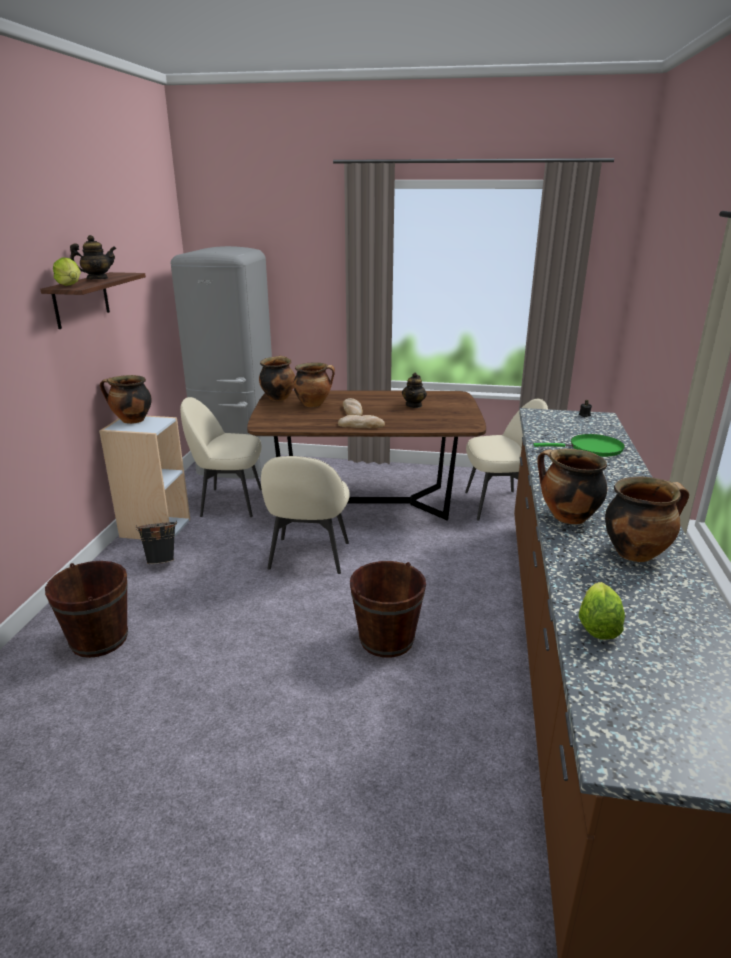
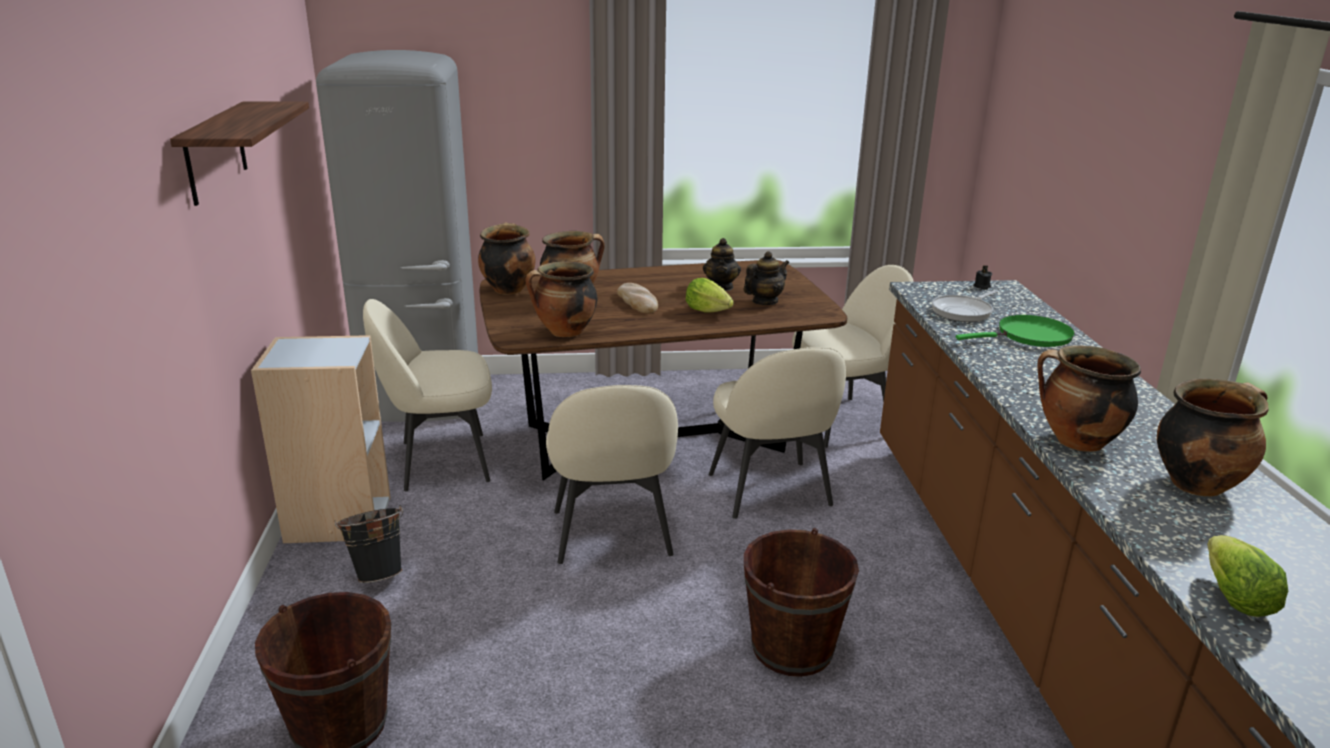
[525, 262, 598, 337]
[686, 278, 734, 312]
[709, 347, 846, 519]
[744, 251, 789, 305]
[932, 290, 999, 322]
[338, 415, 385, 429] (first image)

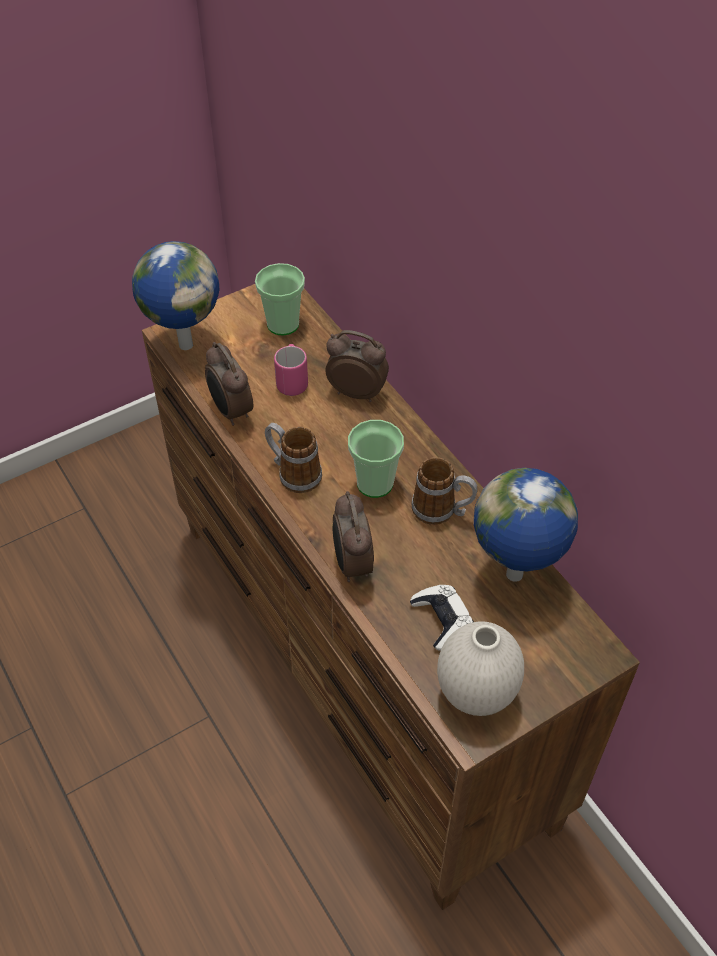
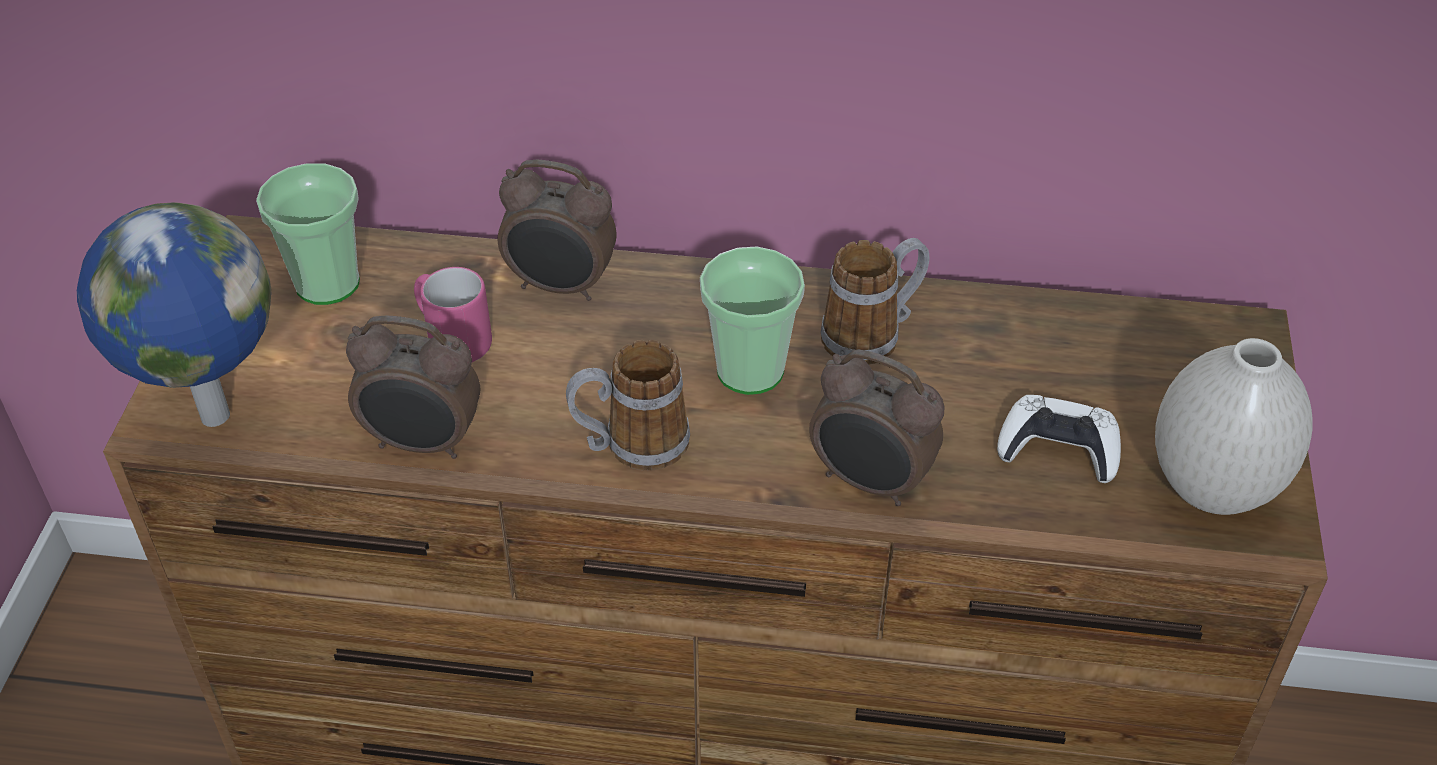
[497, 160, 616, 301]
[474, 468, 578, 582] (first image)

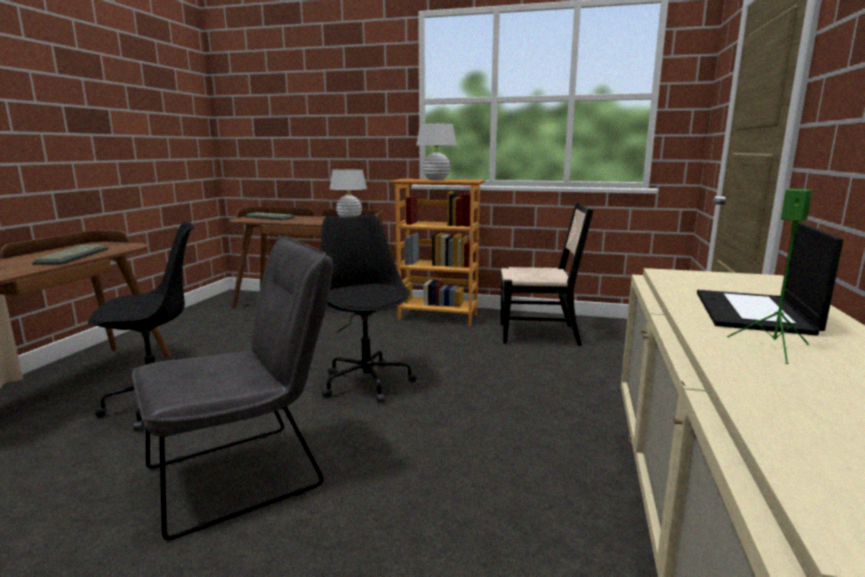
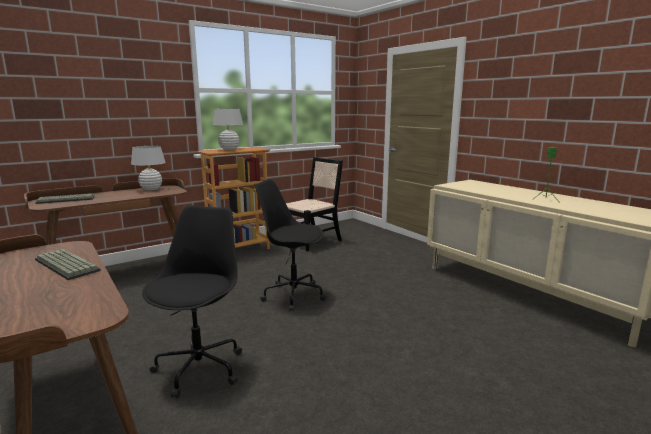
[132, 236, 333, 540] (first image)
[697, 222, 843, 336] (first image)

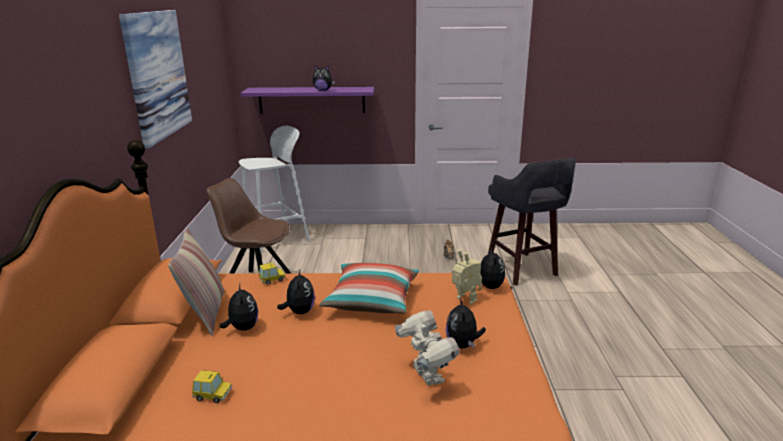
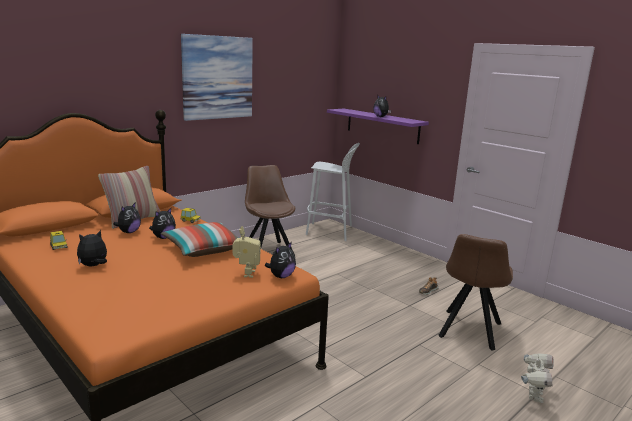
[77, 230, 107, 266]
[438, 234, 513, 351]
[521, 353, 554, 403]

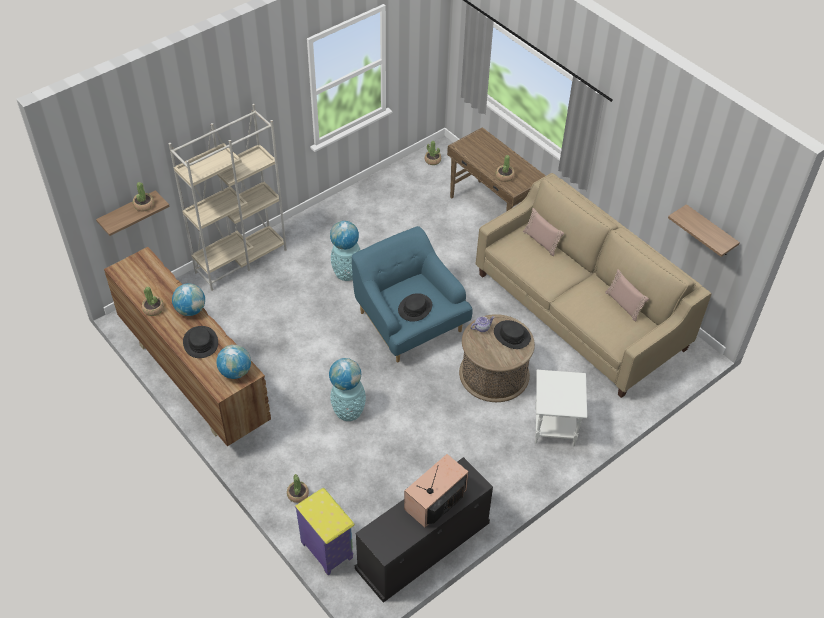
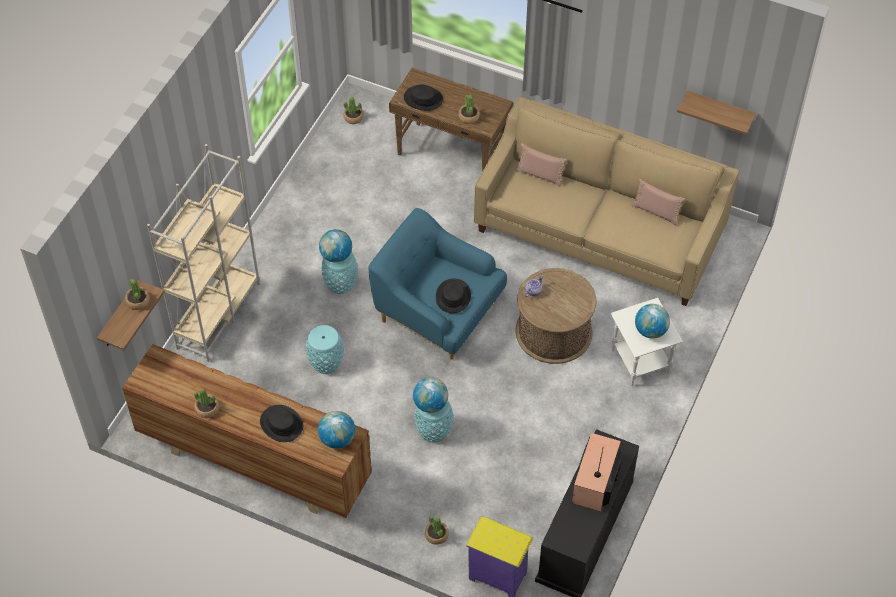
[306, 325, 344, 374]
[404, 84, 443, 111]
[635, 304, 670, 339]

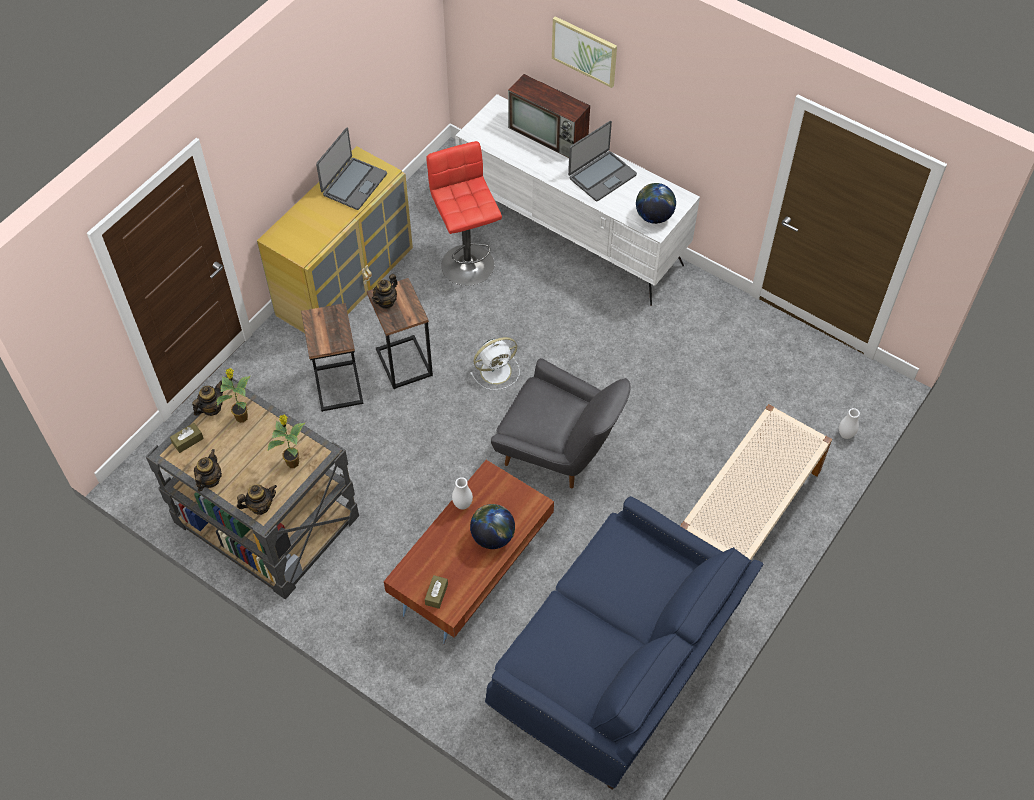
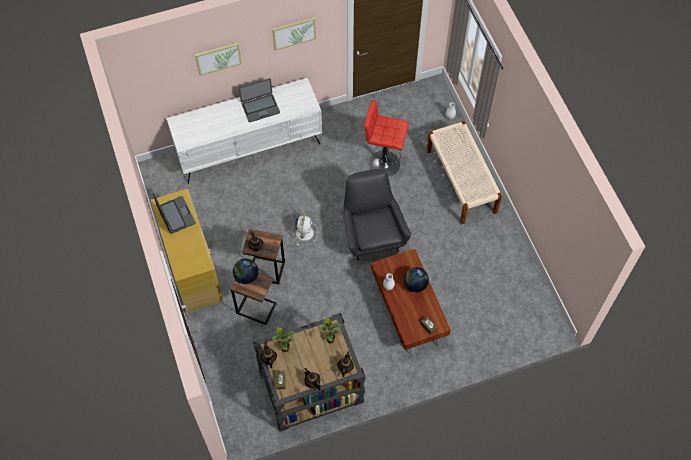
[233, 259, 258, 284]
[239, 78, 280, 123]
[272, 17, 316, 51]
[343, 169, 411, 261]
[364, 100, 409, 177]
[485, 496, 763, 790] (first image)
[508, 74, 590, 158] (first image)

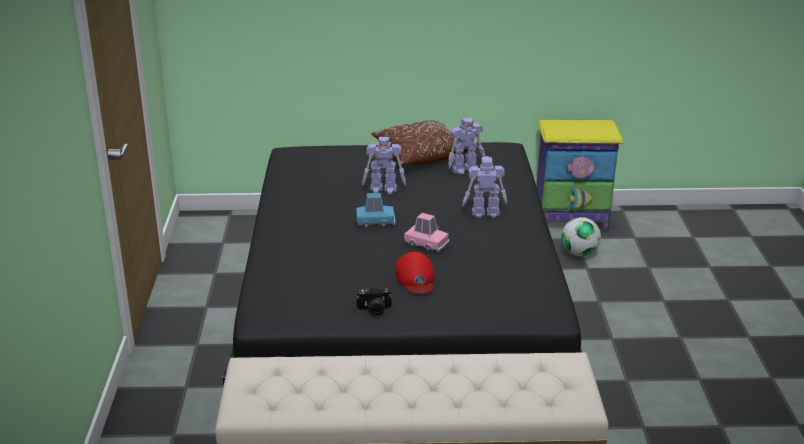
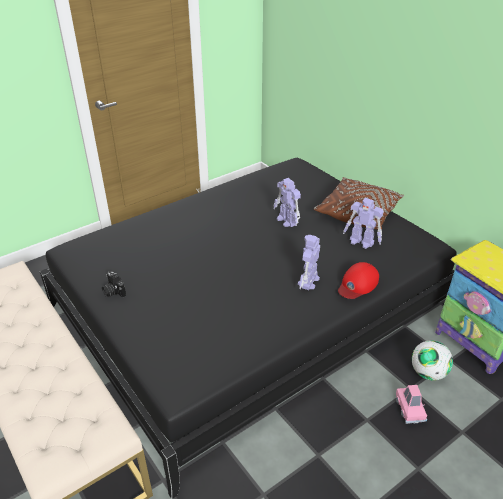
[298, 235, 320, 290]
[338, 262, 379, 299]
[396, 385, 427, 424]
[356, 193, 396, 228] (first image)

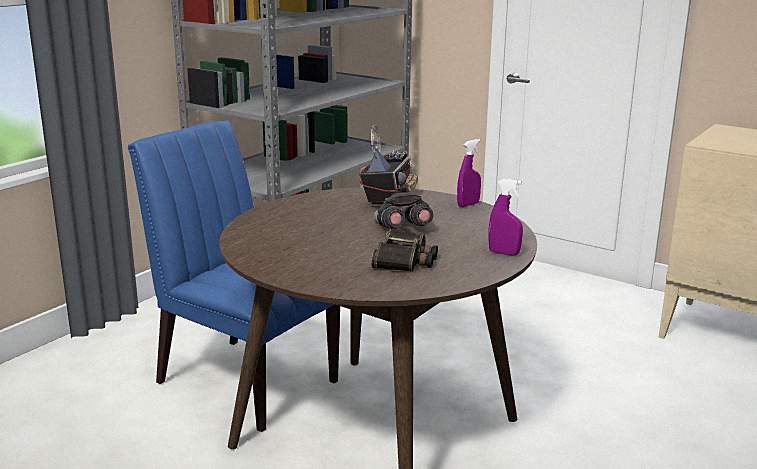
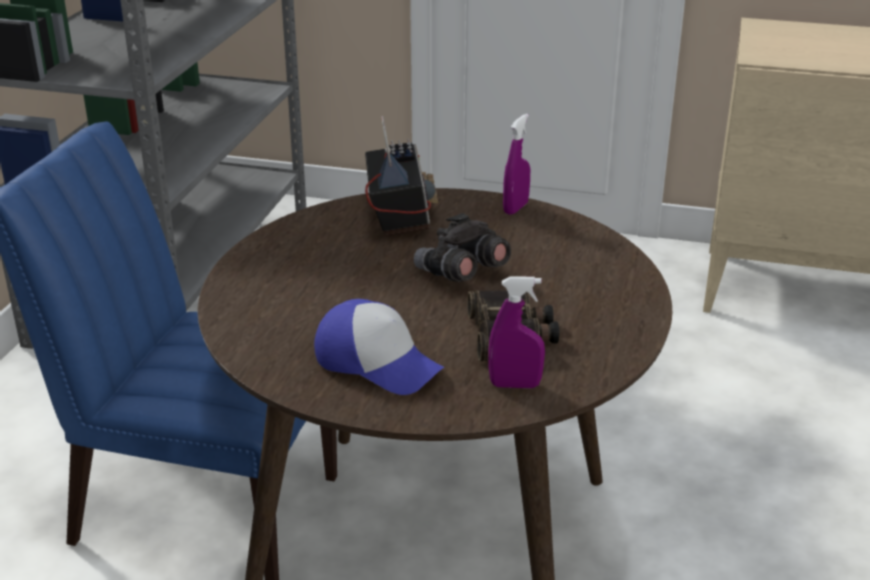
[314, 299, 445, 395]
[488, 276, 545, 388]

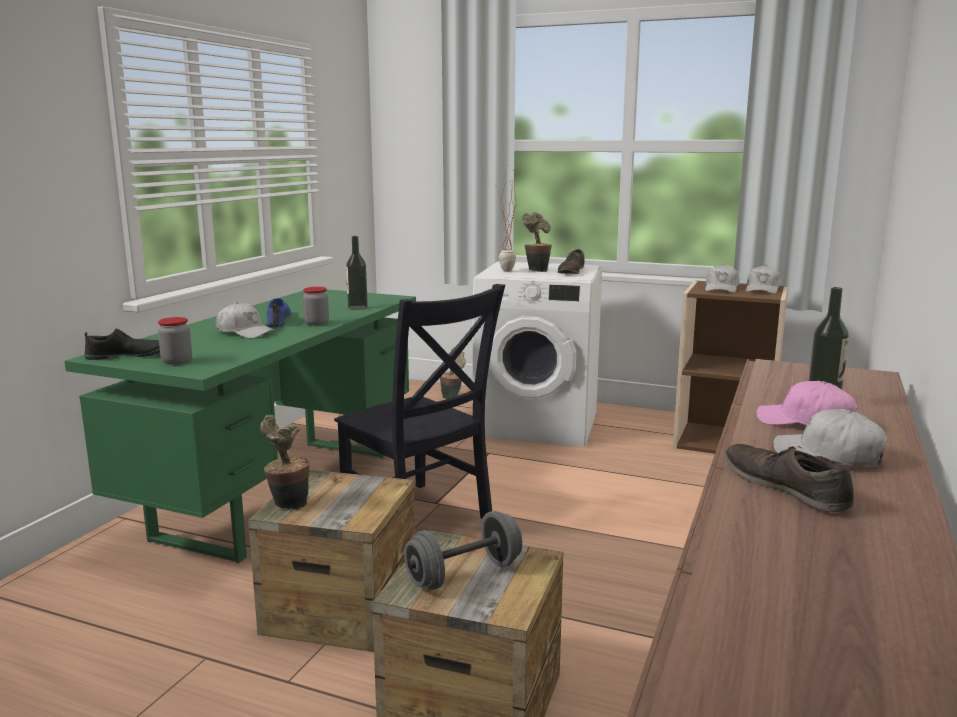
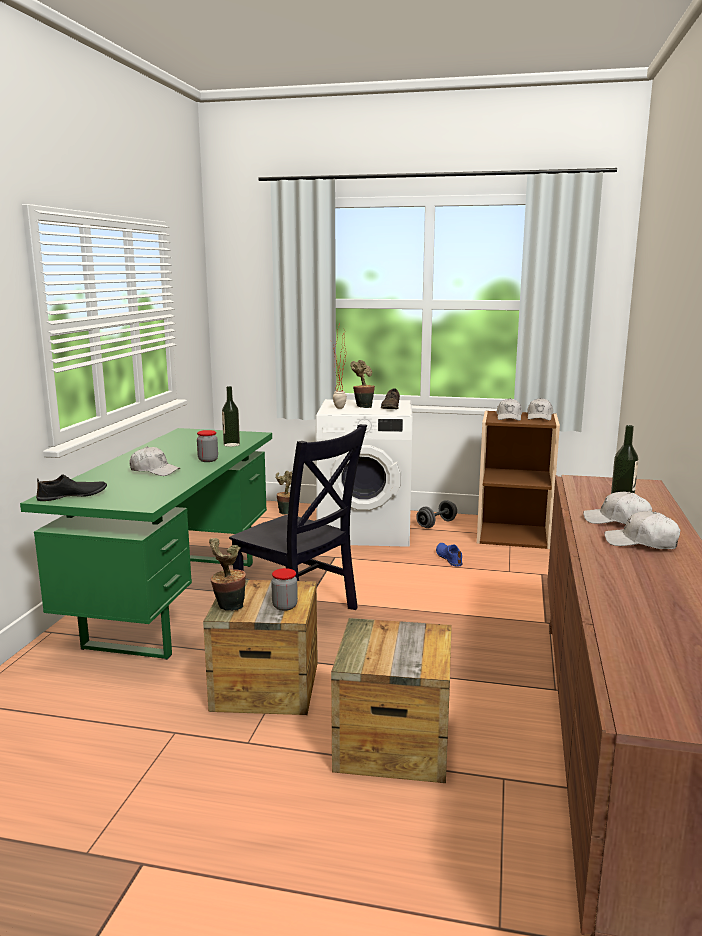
[271, 568, 298, 611]
[416, 500, 457, 528]
[436, 543, 463, 567]
[583, 491, 652, 524]
[725, 444, 854, 512] (first image)

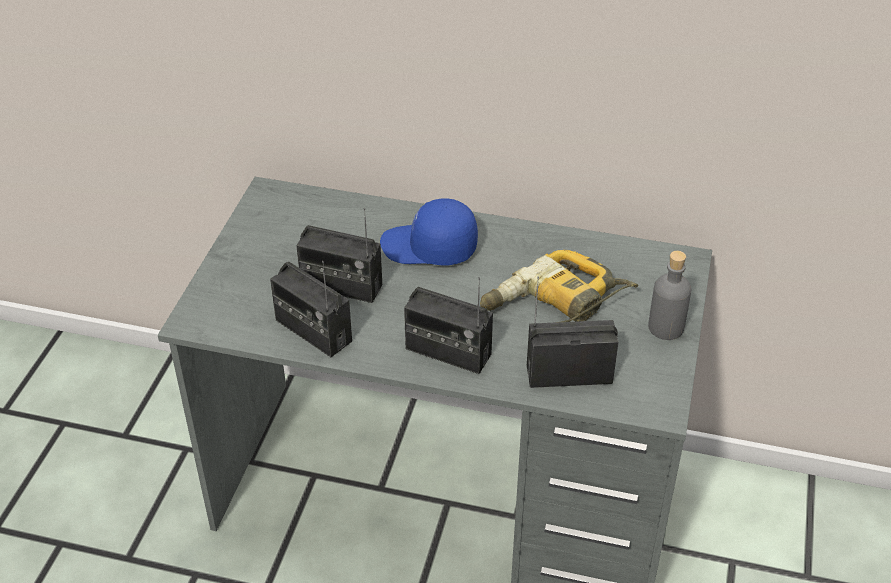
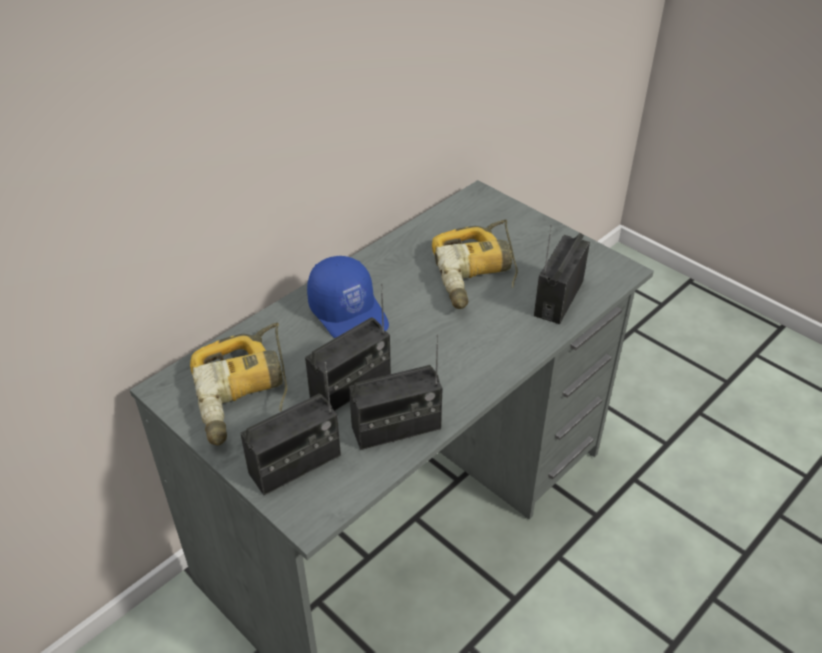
[190, 323, 287, 446]
[240, 362, 341, 495]
[307, 256, 389, 338]
[648, 251, 691, 340] (first image)

